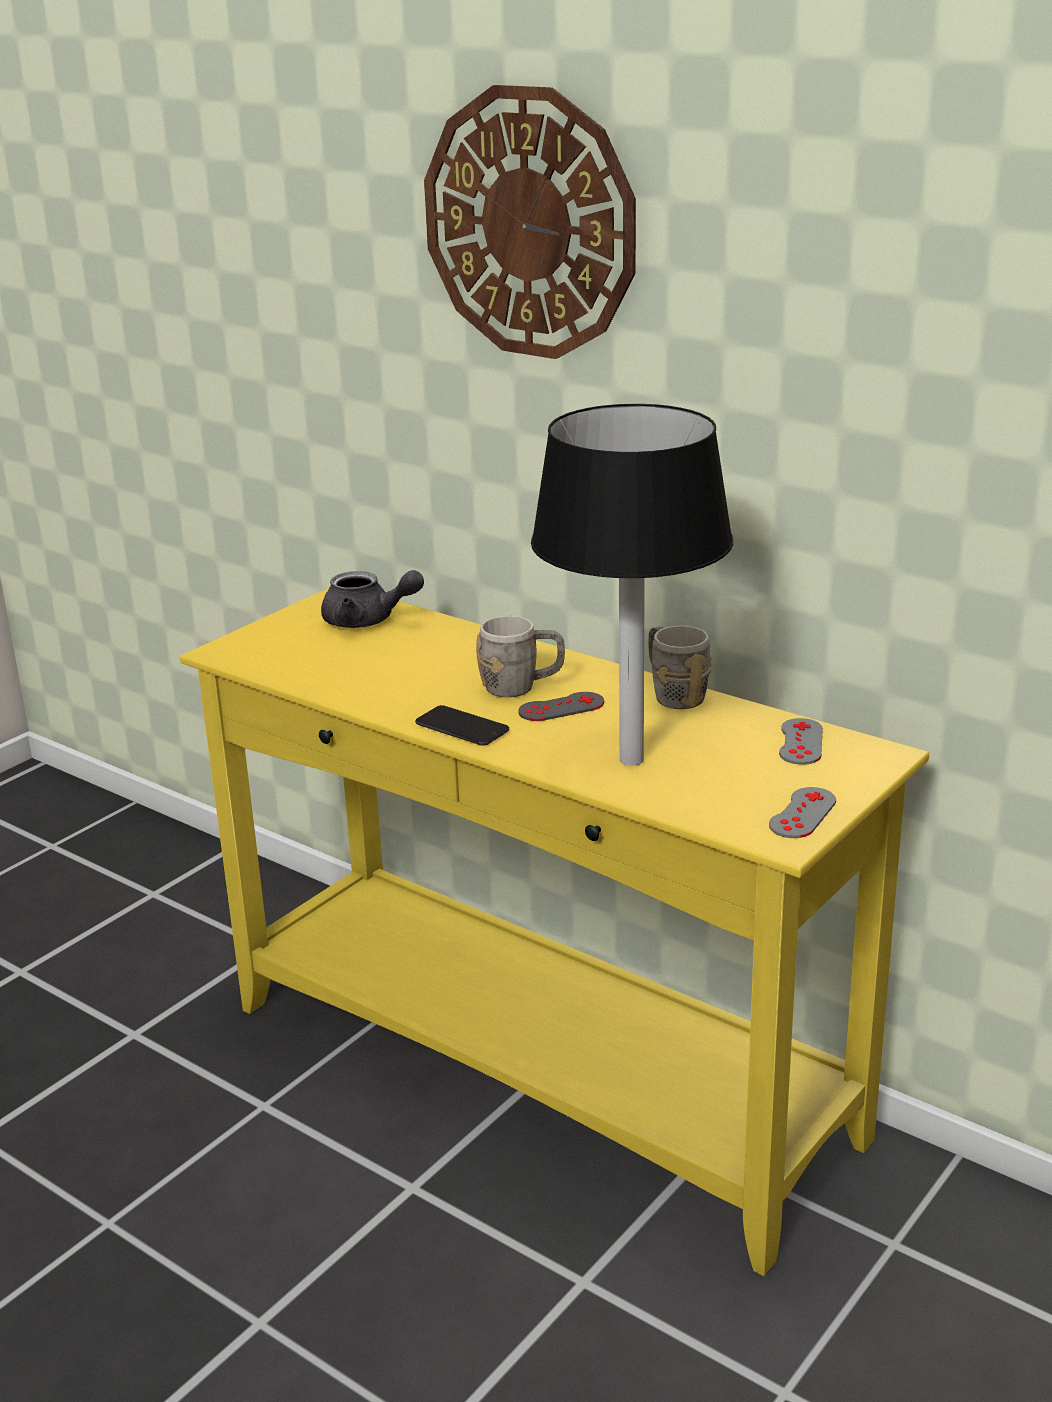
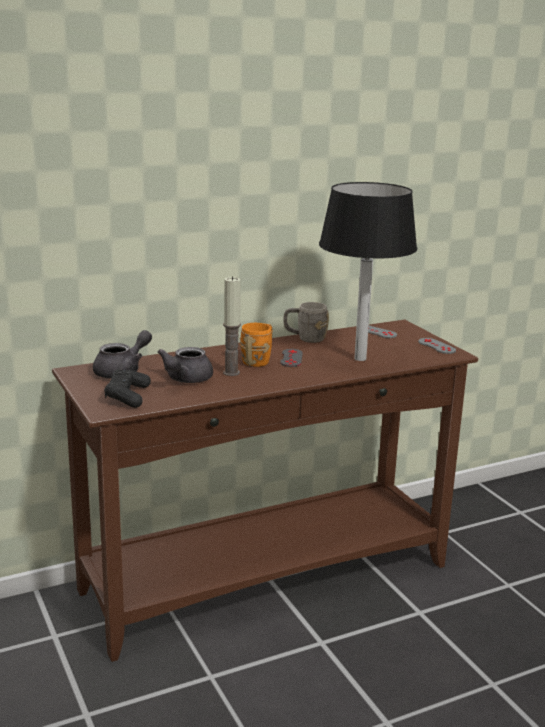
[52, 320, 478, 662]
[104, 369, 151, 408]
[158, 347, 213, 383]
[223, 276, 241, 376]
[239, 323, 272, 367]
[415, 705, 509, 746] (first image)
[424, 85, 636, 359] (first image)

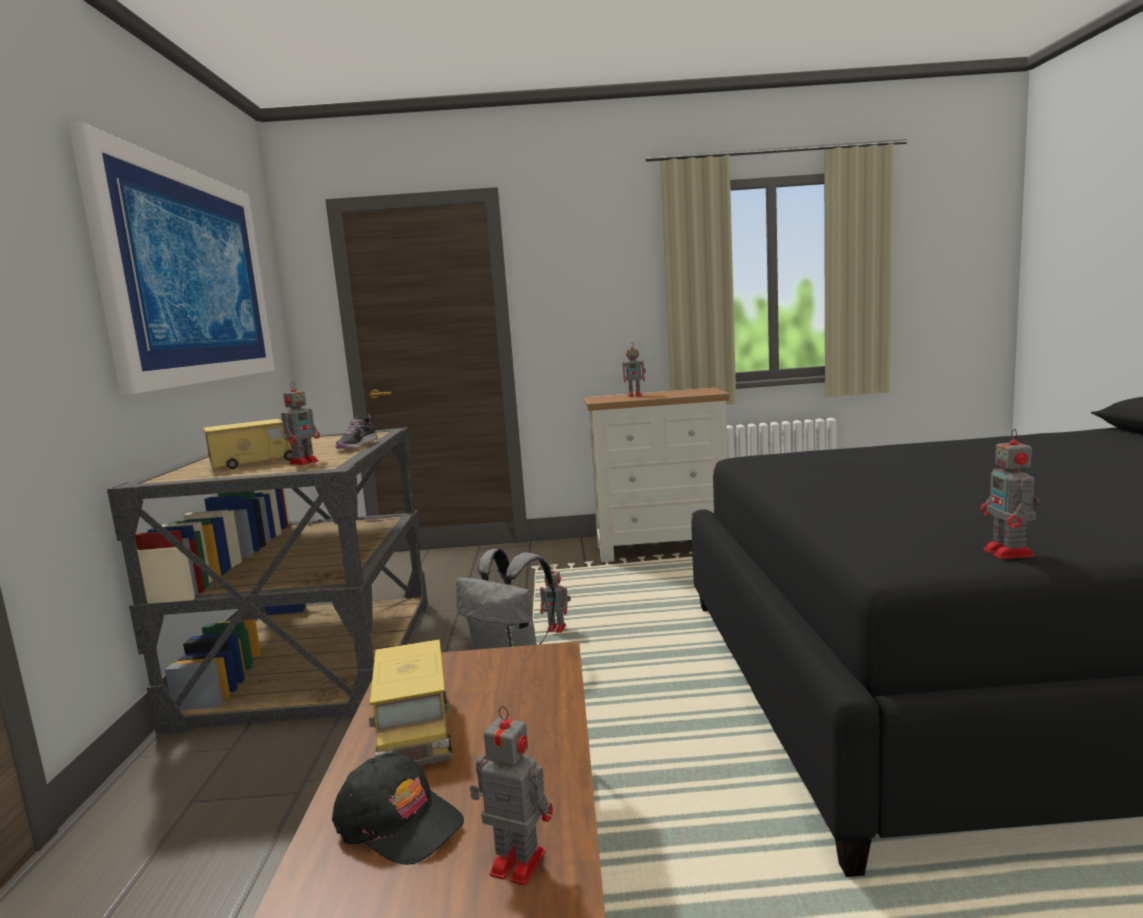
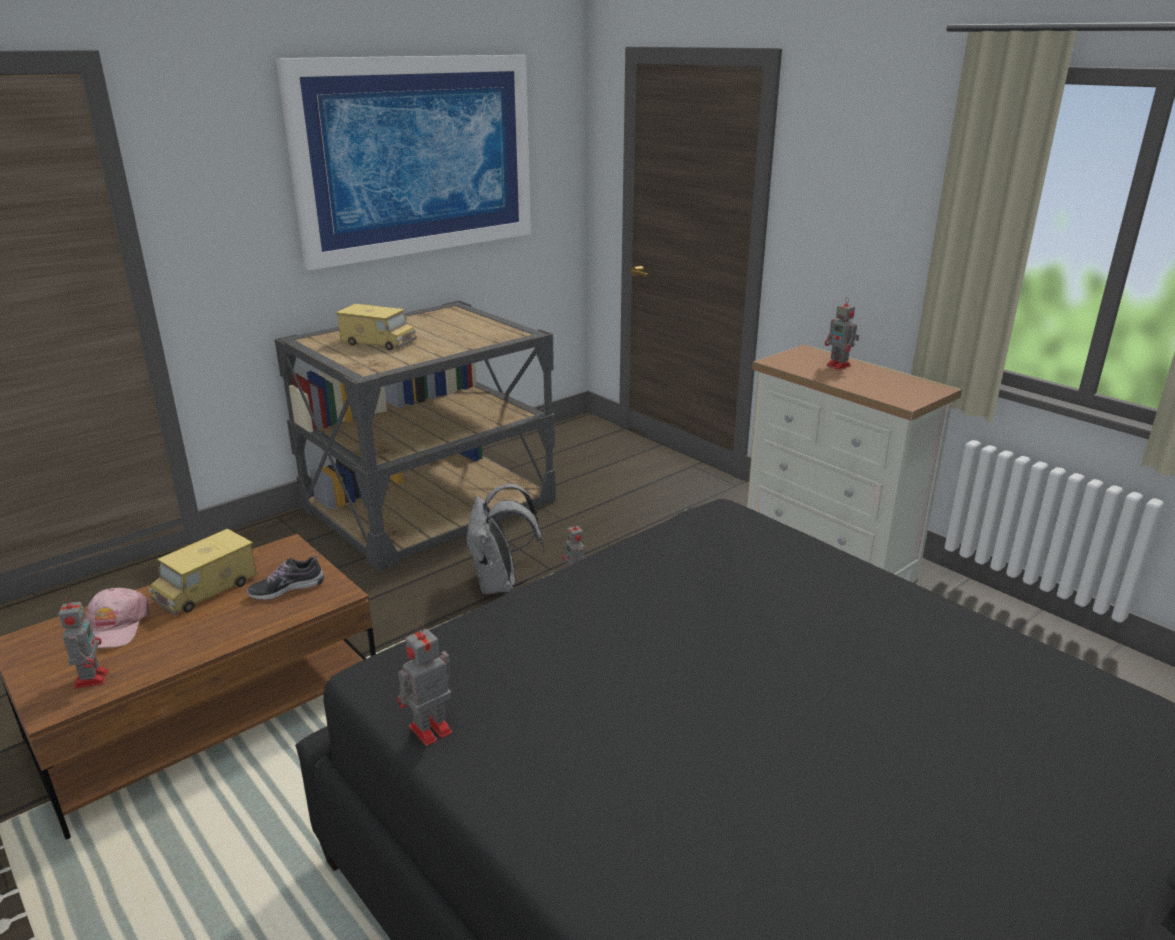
[86, 588, 149, 648]
[247, 554, 324, 600]
[281, 381, 320, 465] (first image)

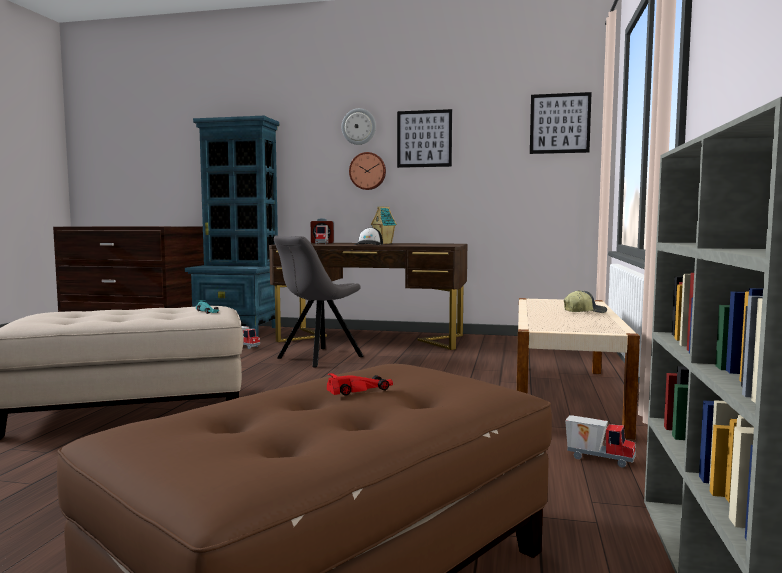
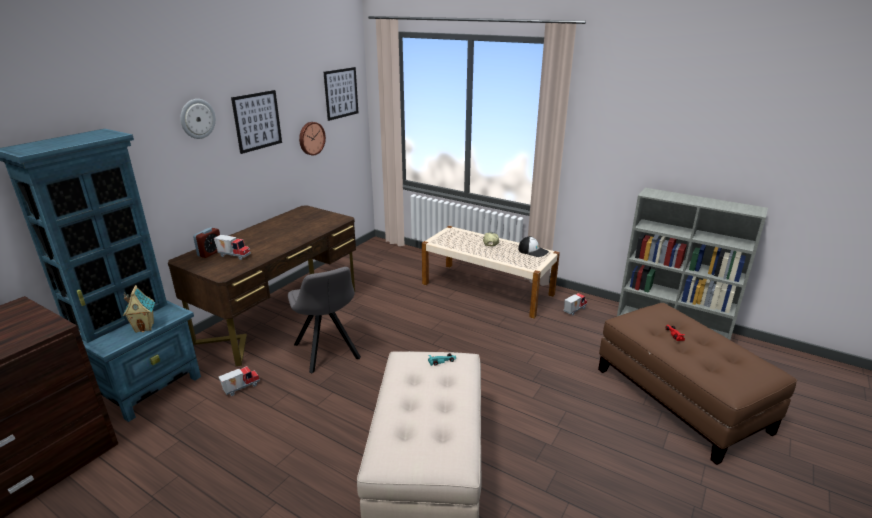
[123, 285, 155, 333]
[299, 122, 326, 155]
[518, 236, 549, 257]

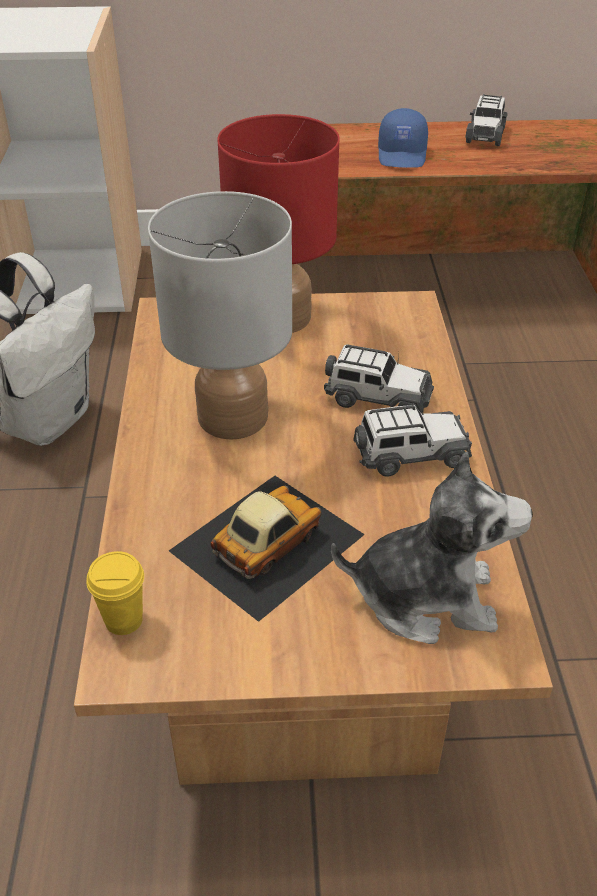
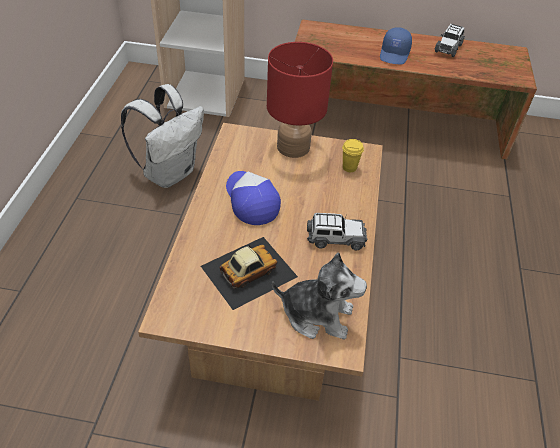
[226, 171, 281, 225]
[342, 139, 364, 172]
[324, 344, 434, 413] (first image)

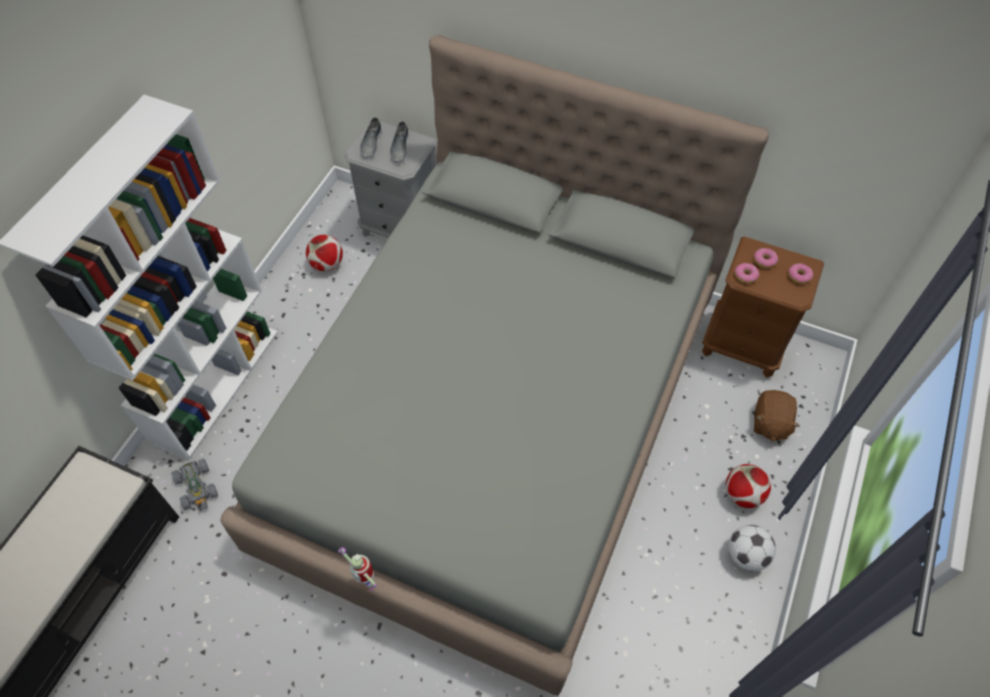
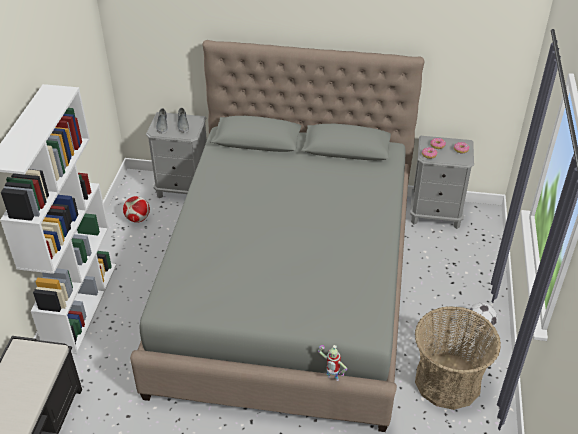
[318, 345, 347, 381]
[410, 136, 474, 229]
[415, 306, 501, 410]
[171, 459, 218, 511] (first image)
[726, 464, 771, 508] (first image)
[754, 390, 800, 441] (first image)

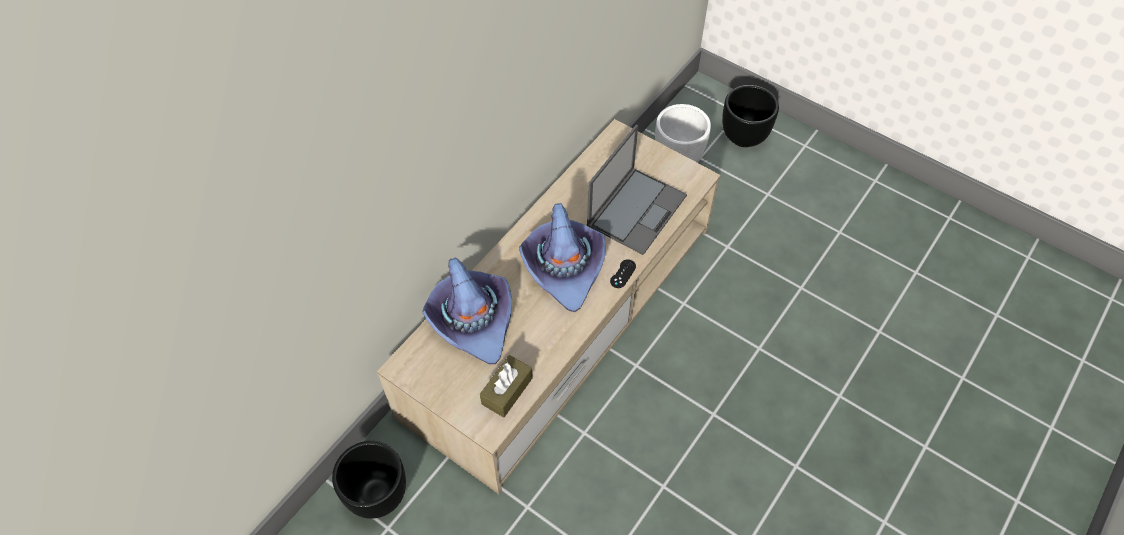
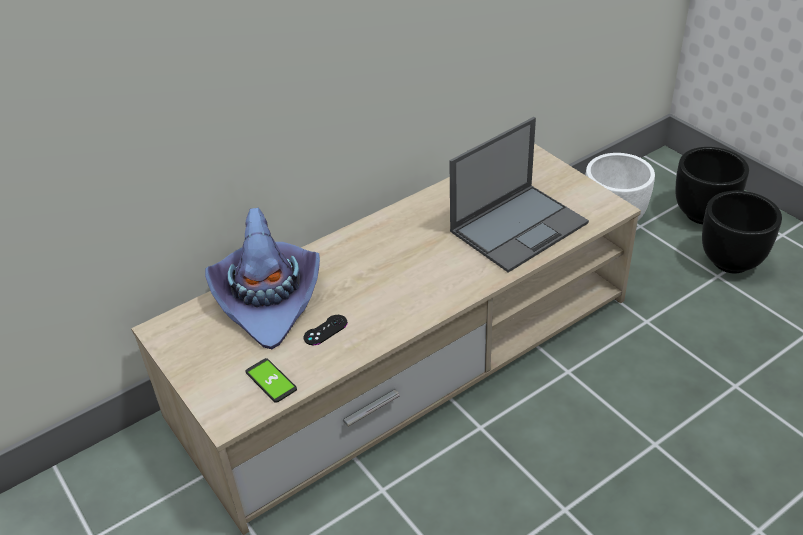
[246, 358, 297, 403]
[304, 315, 348, 345]
[702, 191, 782, 273]
[519, 203, 606, 312] (first image)

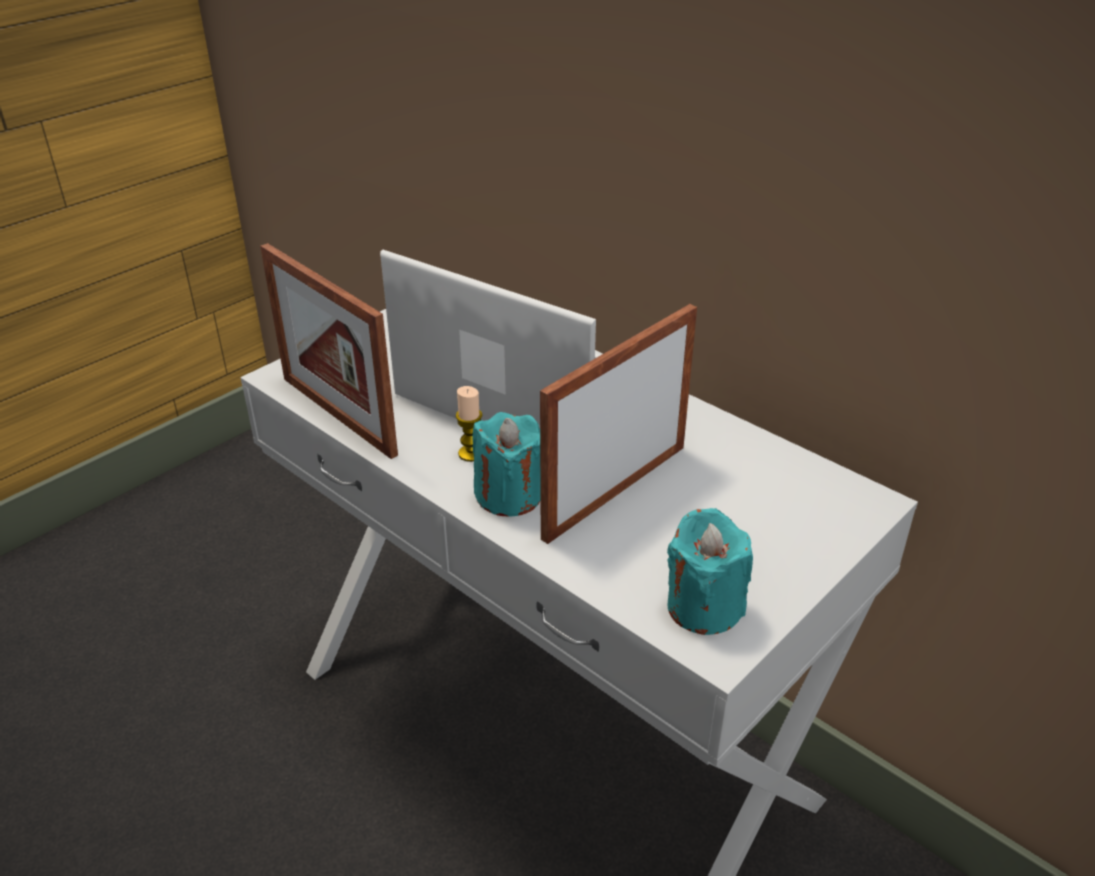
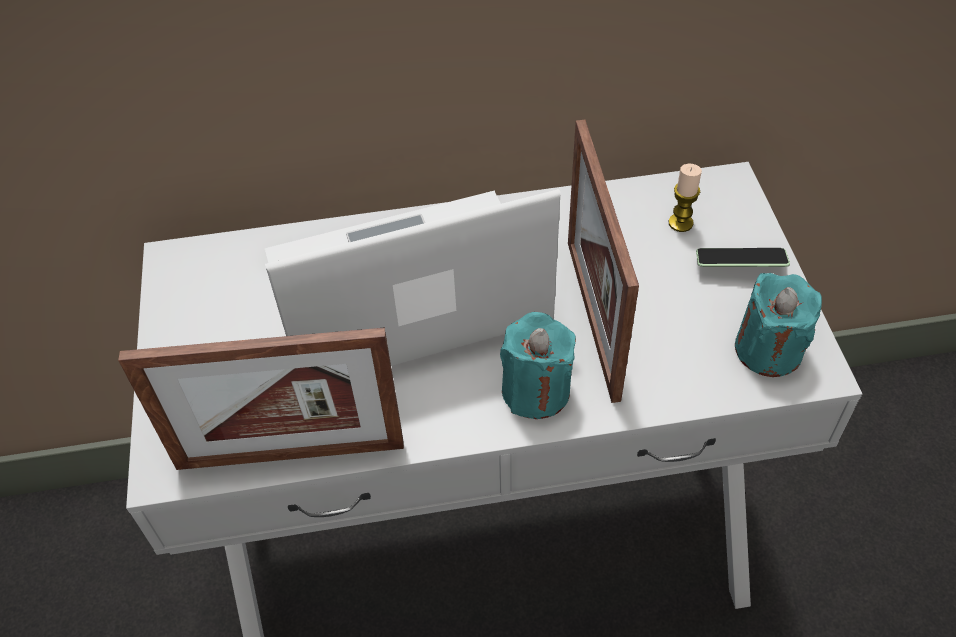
[669, 164, 702, 232]
[696, 248, 790, 267]

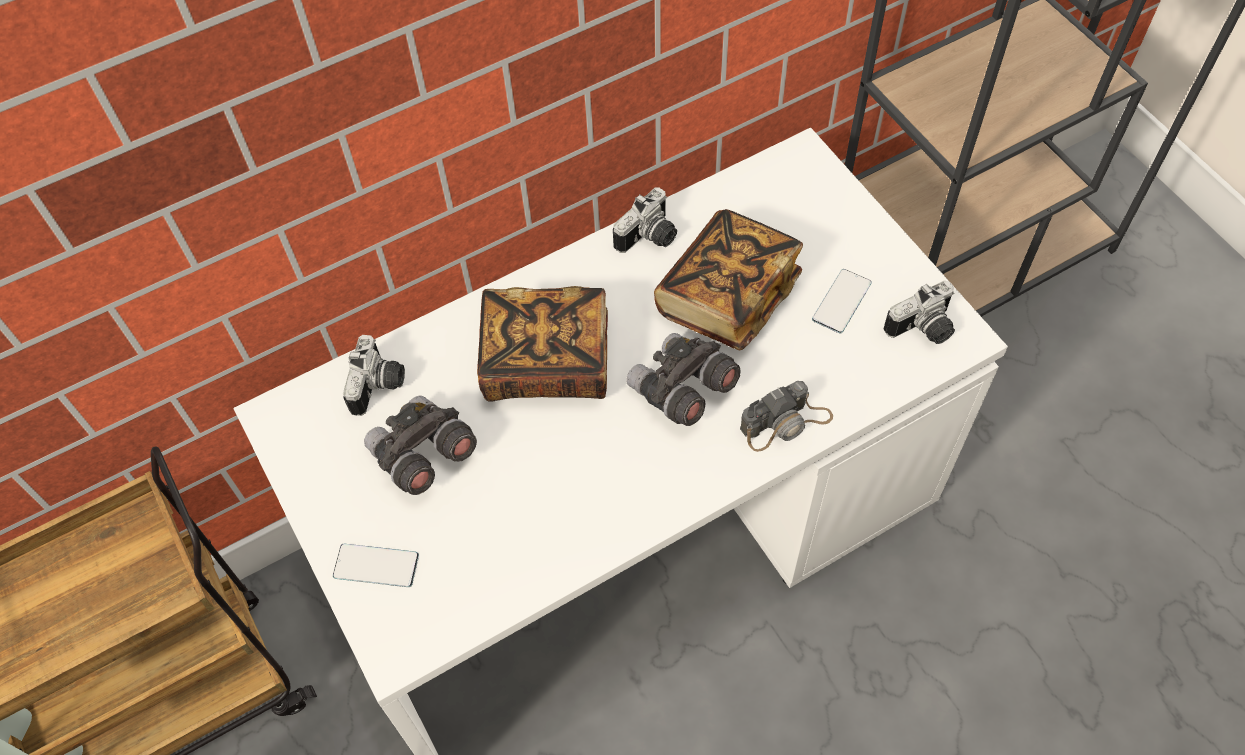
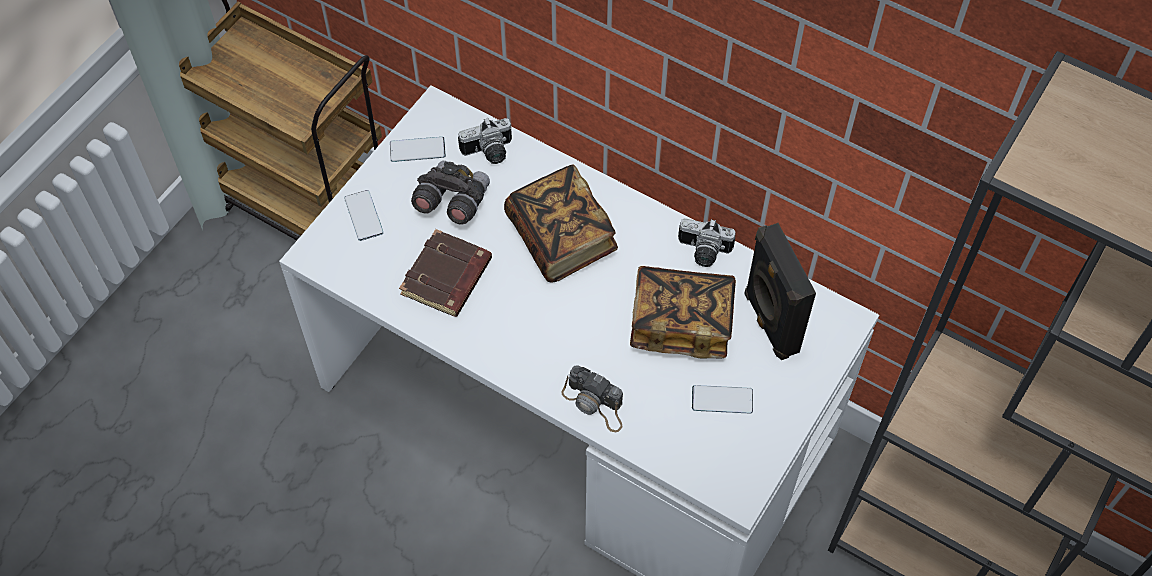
[390, 137, 446, 162]
[399, 229, 492, 317]
[744, 223, 816, 360]
[626, 333, 741, 426] (first image)
[884, 280, 955, 344] (first image)

